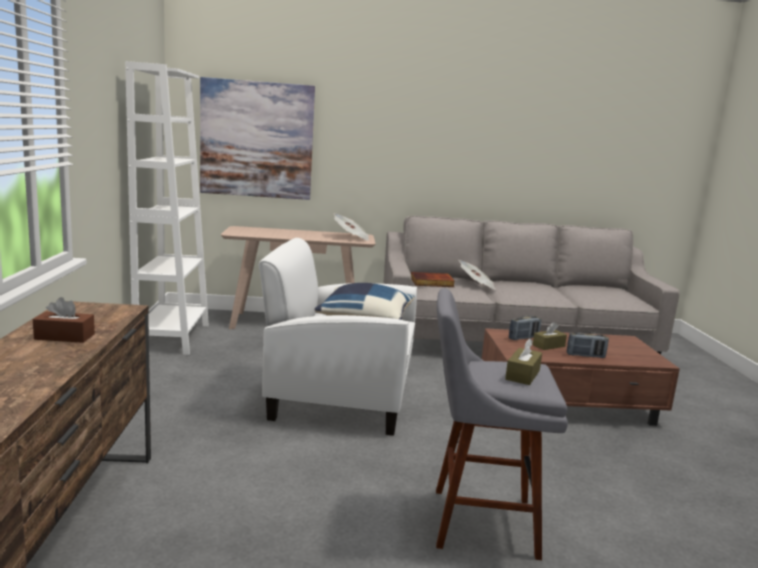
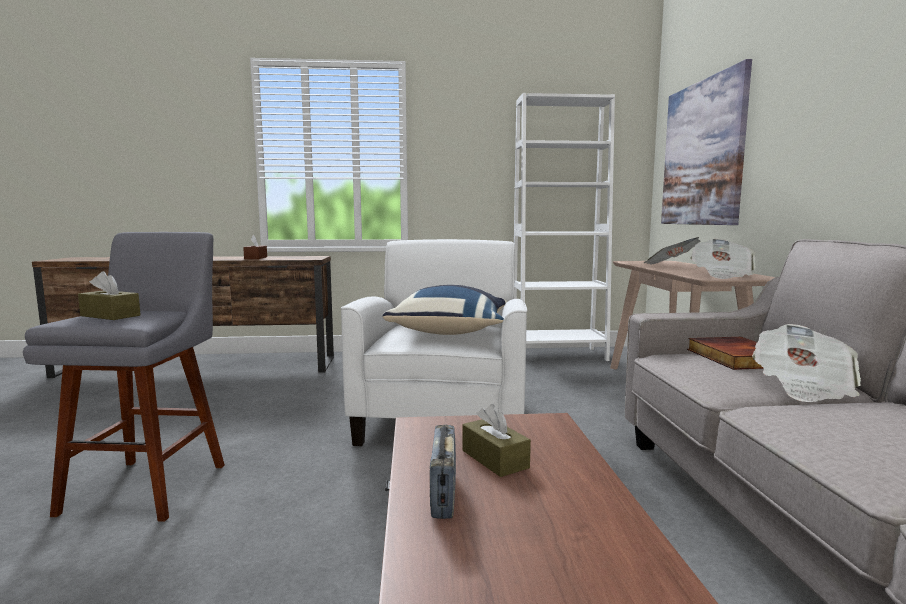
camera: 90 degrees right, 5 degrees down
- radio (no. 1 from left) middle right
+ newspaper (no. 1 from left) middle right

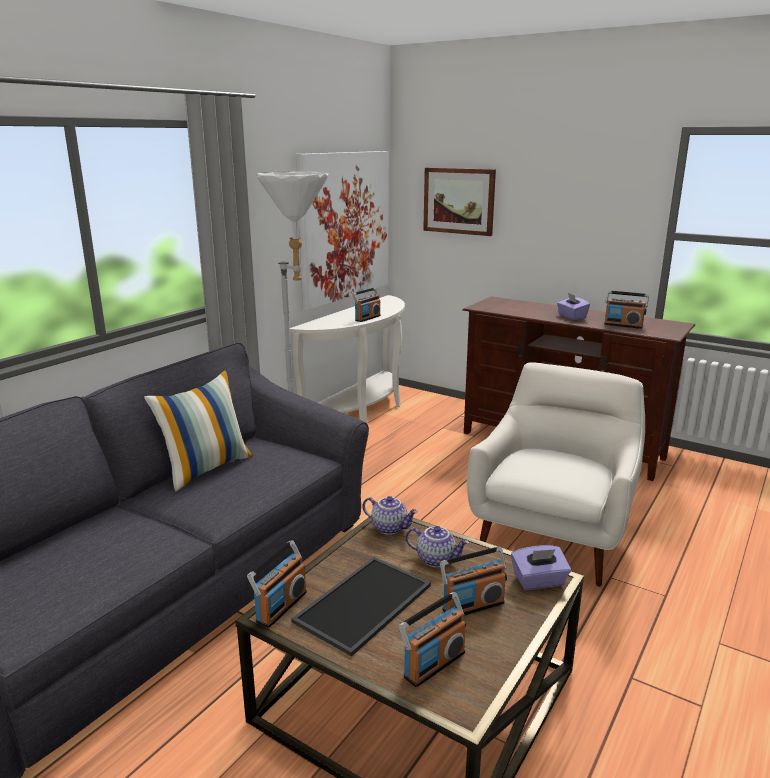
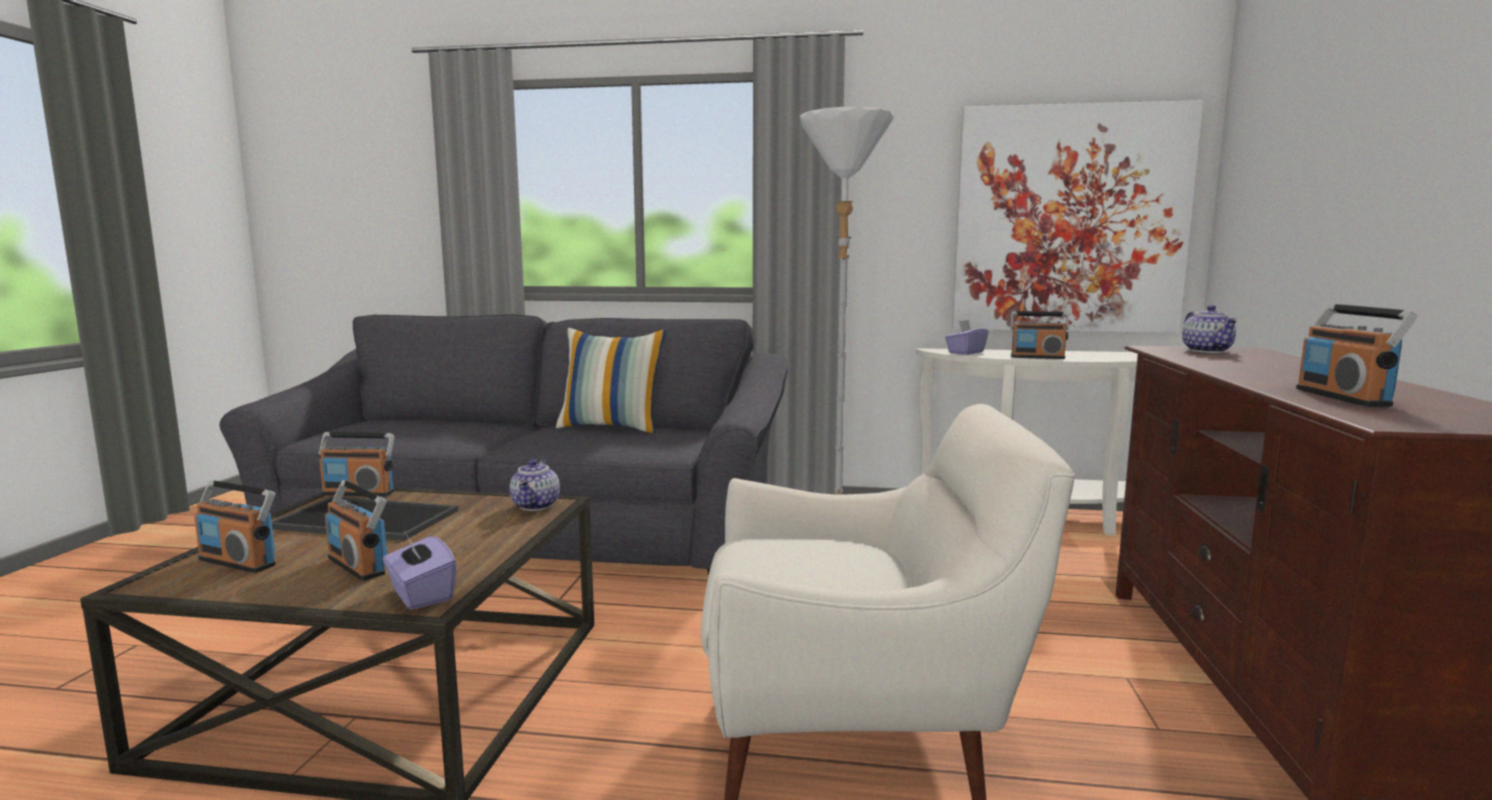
camera: 65 degrees right, 10 degrees down
- picture (no. 2 from left) top centre
~ teapot (no. 2 from left) bottom centre to middle right
~ purple tissue box (no. 2 from left) middle right to centre

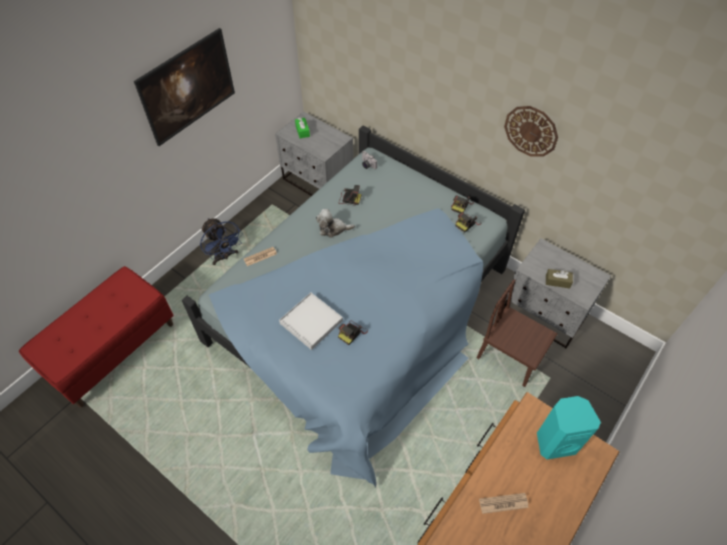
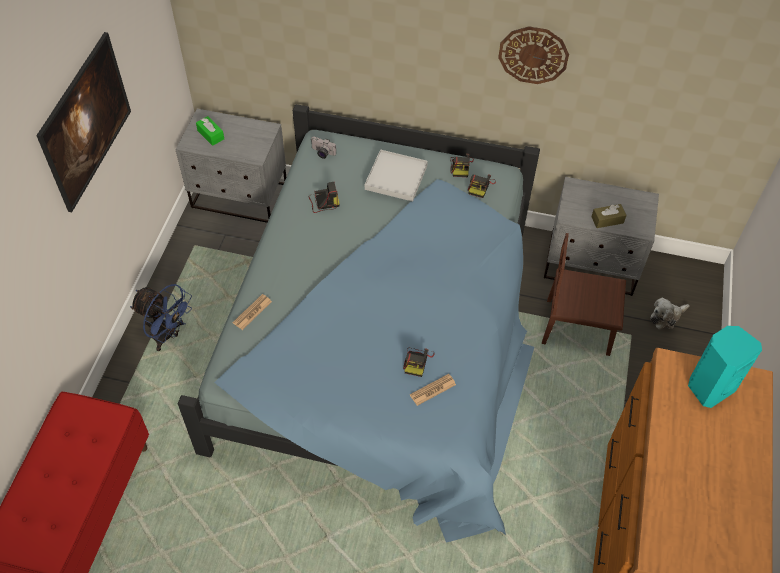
camera: 25 degrees left, 0 degrees up
~ white tray centre to top centre
~ plush toy centre to middle right
~ newspaper (no. 2 from left) bottom right to bottom centre

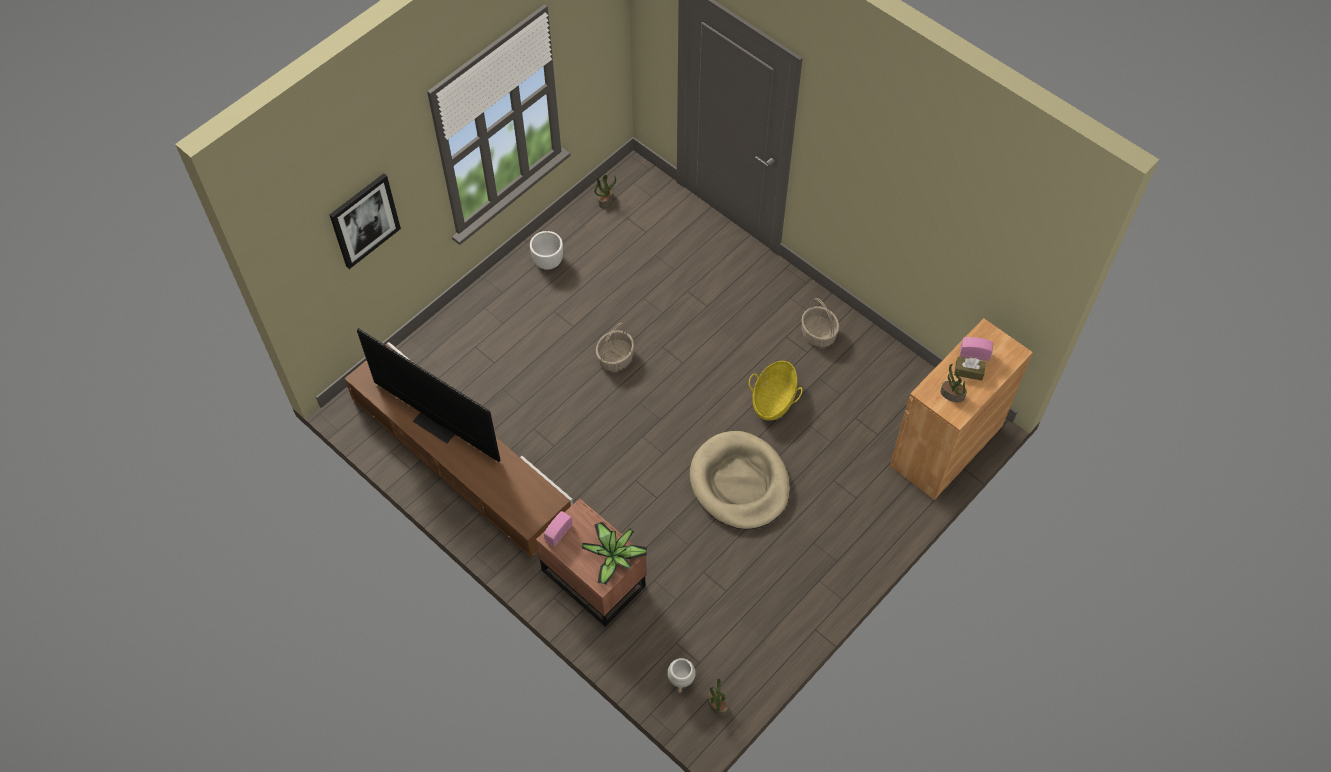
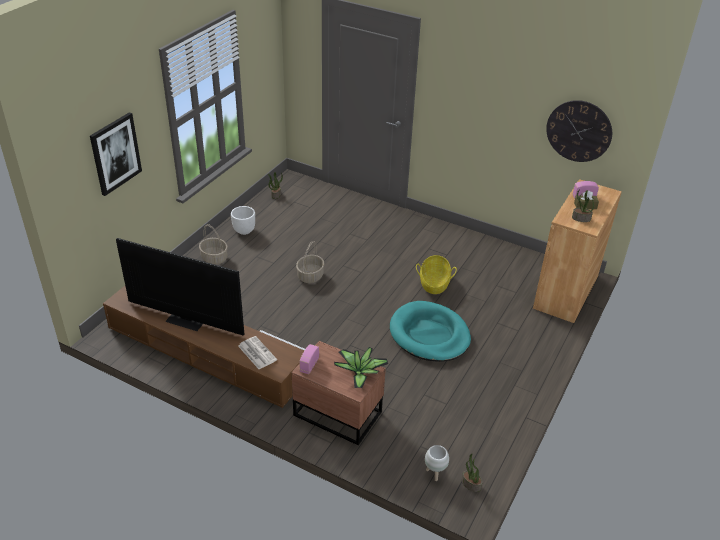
camera: 15 degrees left, 20 degrees down
+ newspaper centre
+ wall clock top right
~ basket (no. 3 from left in the first image) centre to basket (no. 1 from left) middle left
~ beige dog bed centre to turquoise dog bed centre

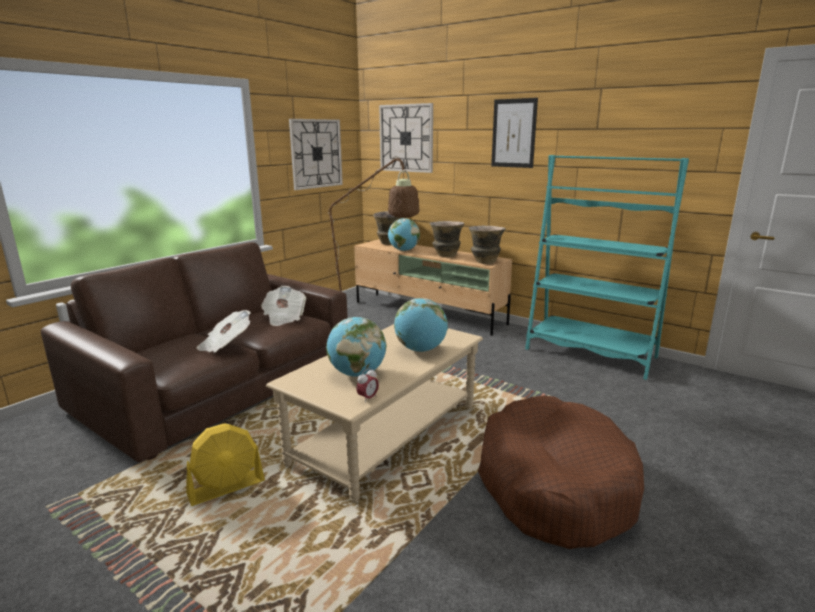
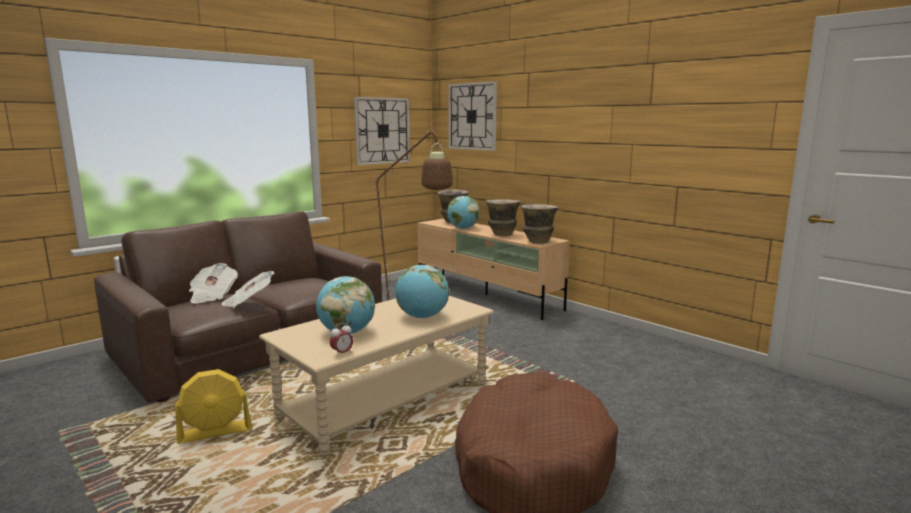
camera: 10 degrees right, 5 degrees down
- picture top centre
- turquoise bookcase middle right
~ newspaper (no. 2 from left in the first image) centre to newspaper (no. 1 from left) middle left

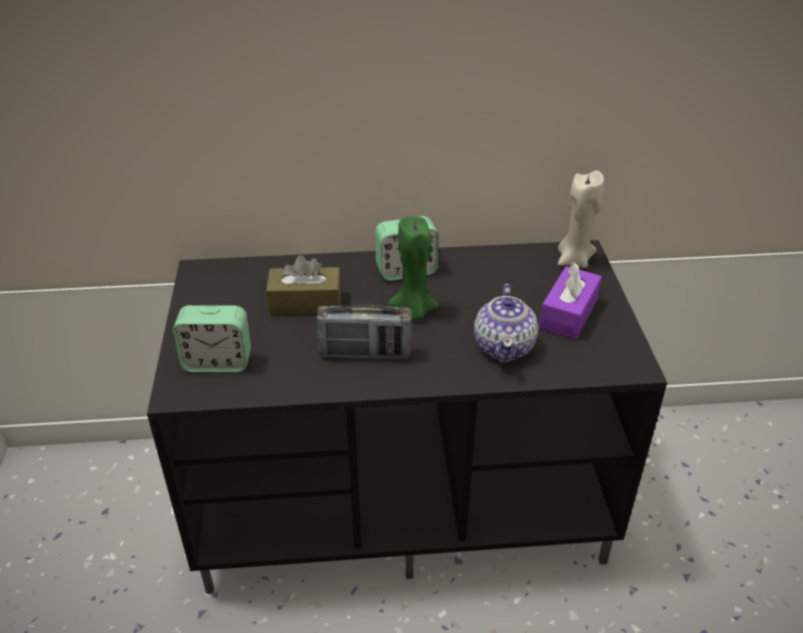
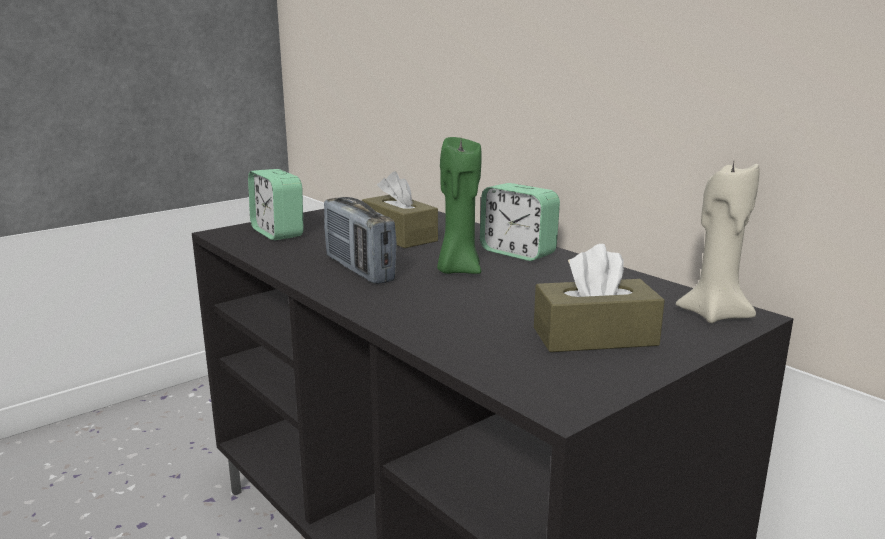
camera: 55 degrees right, 20 degrees down
- teapot centre
~ purple tissue box middle right to brown tissue box (no. 2 from left) middle right

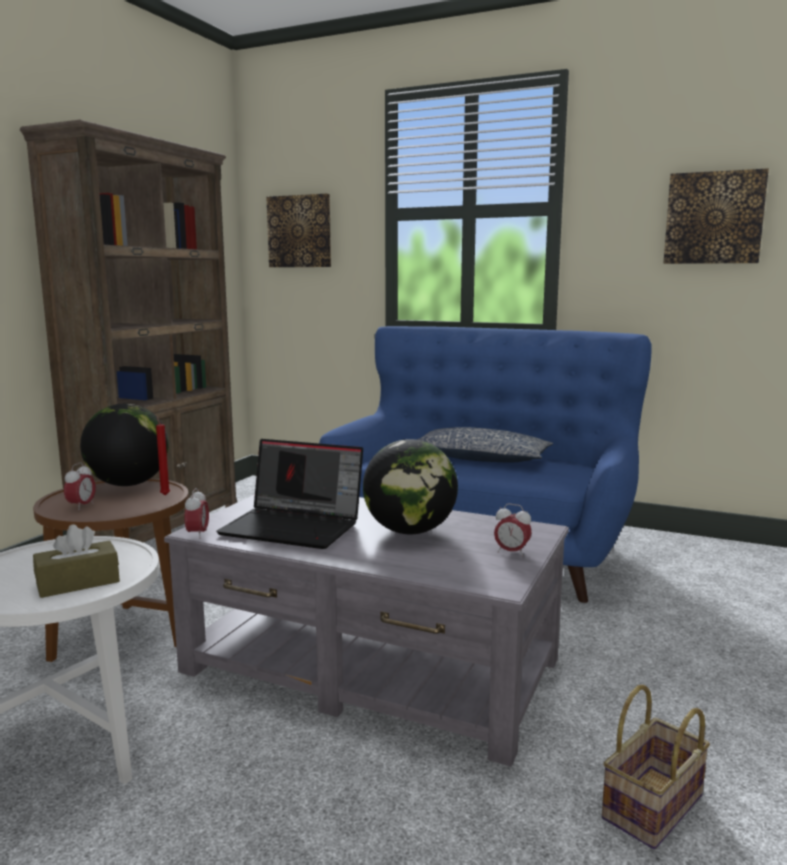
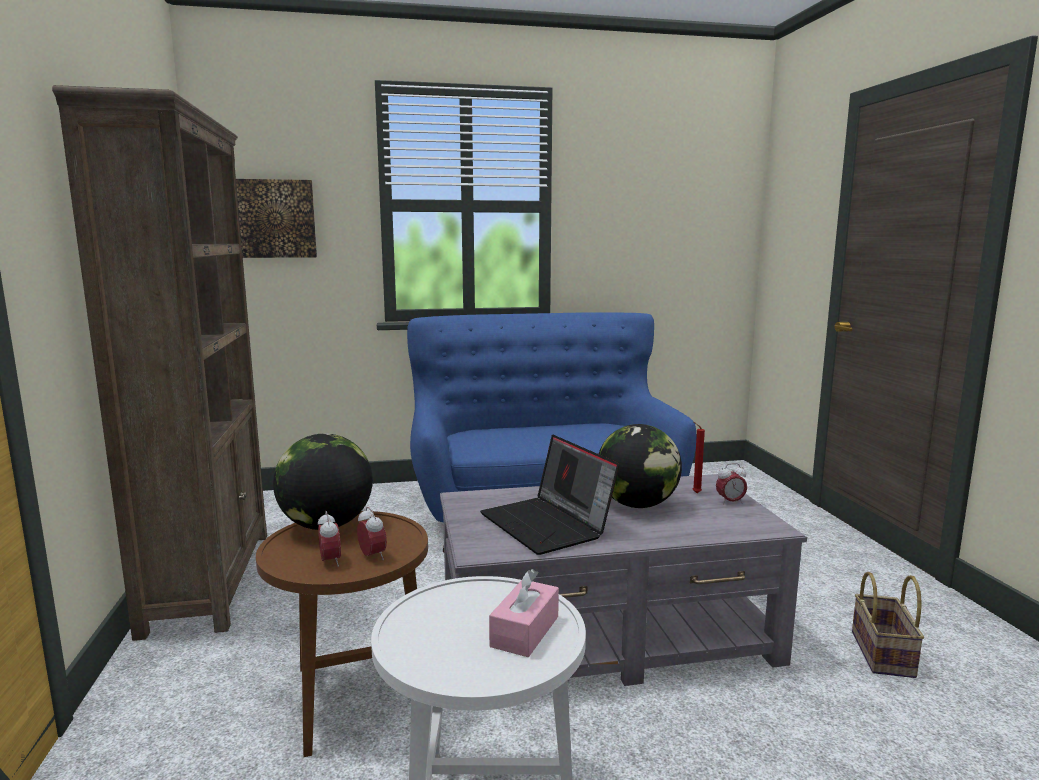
camera: 35 degrees left, 0 degrees up
- pillow centre
- picture (no. 2 from left) top right
~ red candle middle left to middle right
~ alarm clock (no. 2 from left) middle left to bottom centre
~ brown tissue box middle left to pink tissue box bottom centre
~ laptop centre = centre 75 degrees clockwise

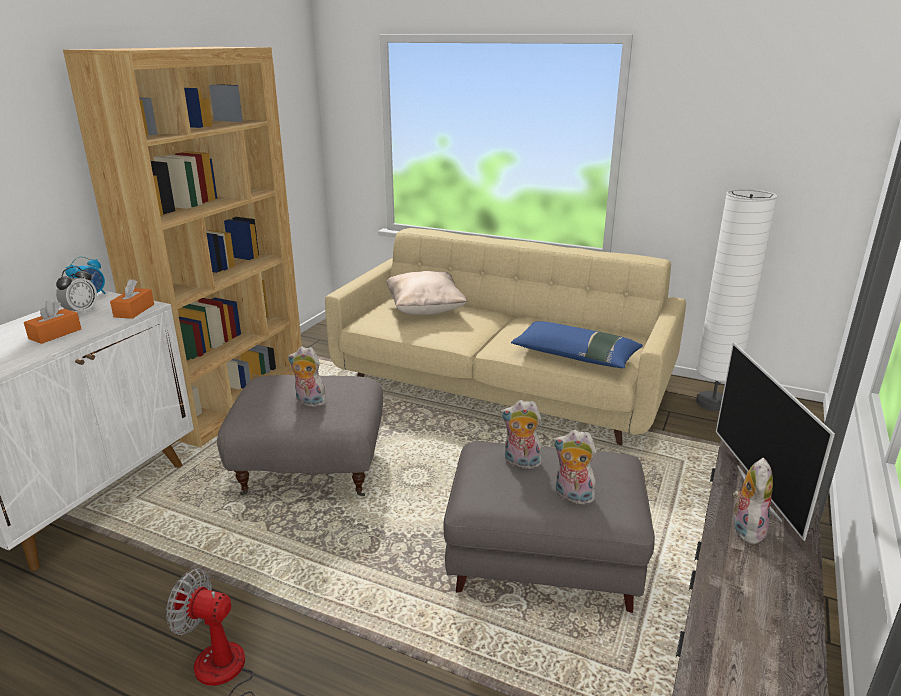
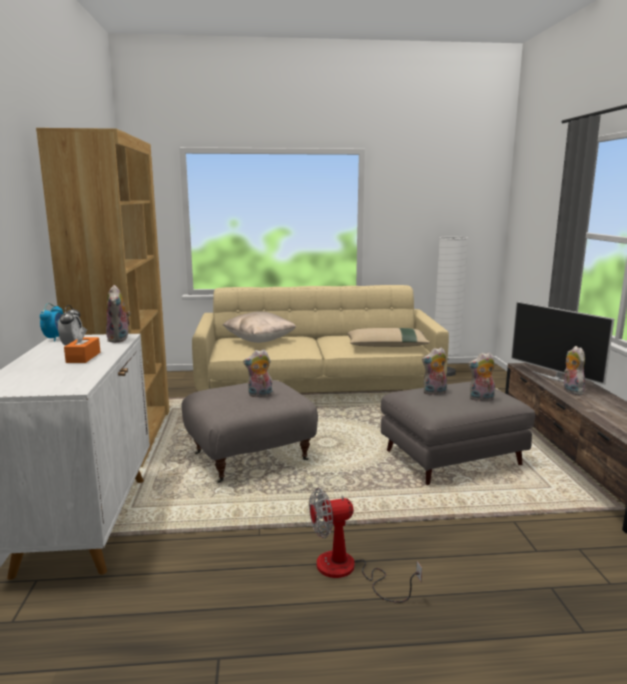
camera: 30 degrees left, 10 degrees down
~ orange tissue box (no. 2 from left) middle left to plush toy (no. 1 from left) middle left
~ blue pillow centre to beige pillow (no. 2 from left) centre

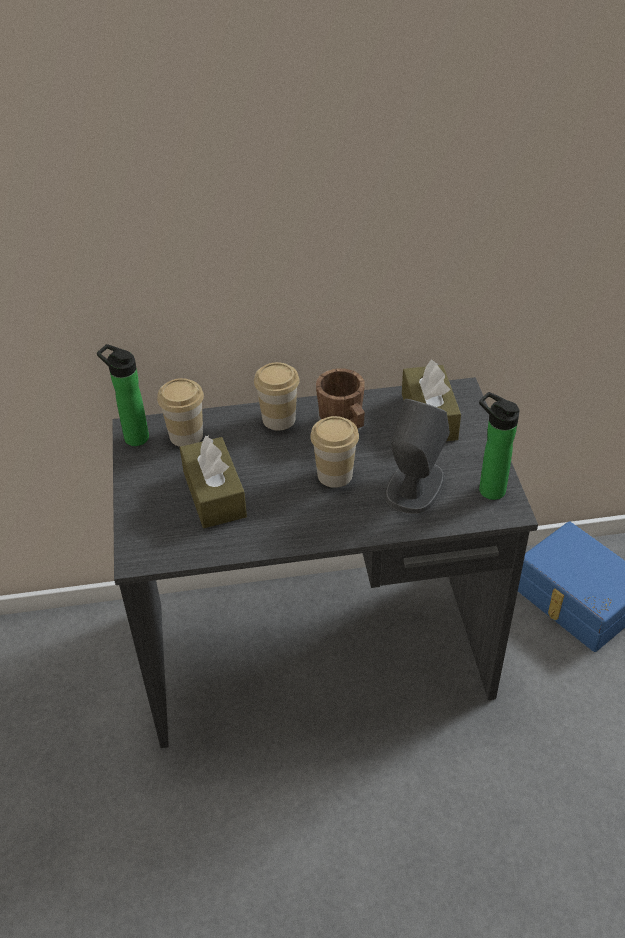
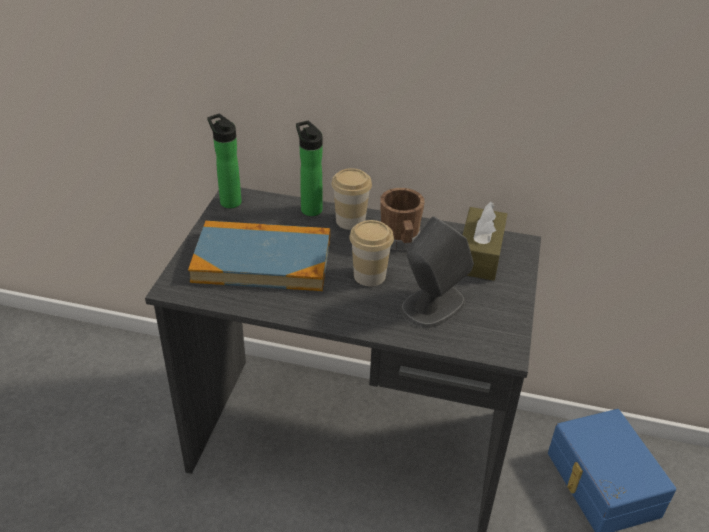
camera: 20 degrees right, 5 degrees down
- cup (no. 1 from left) middle left
~ bottle (no. 2 from left) middle right to top centre
~ brown tissue box (no. 1 from left) centre to book centre

